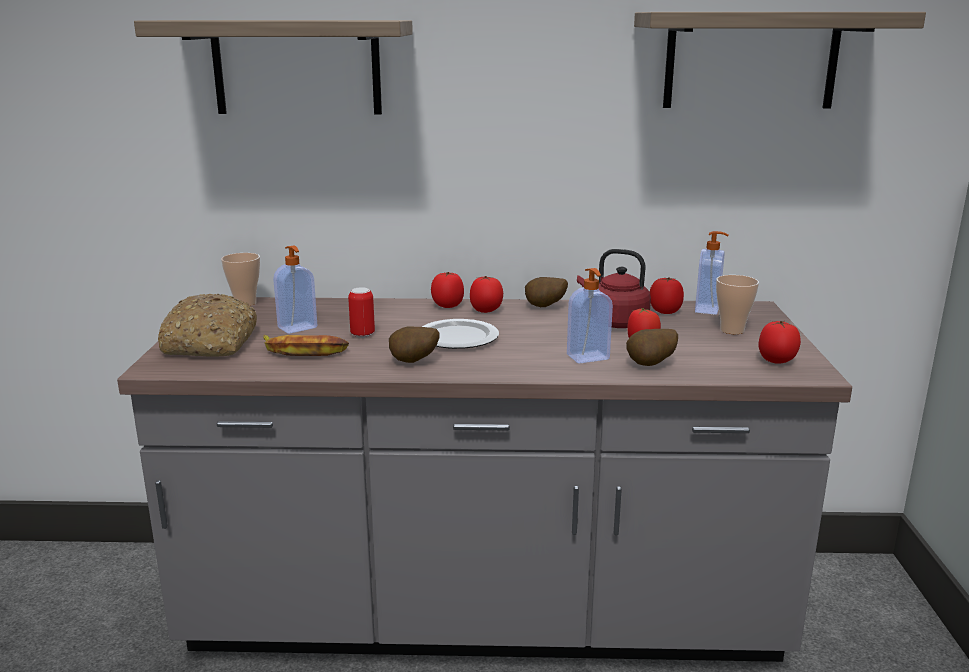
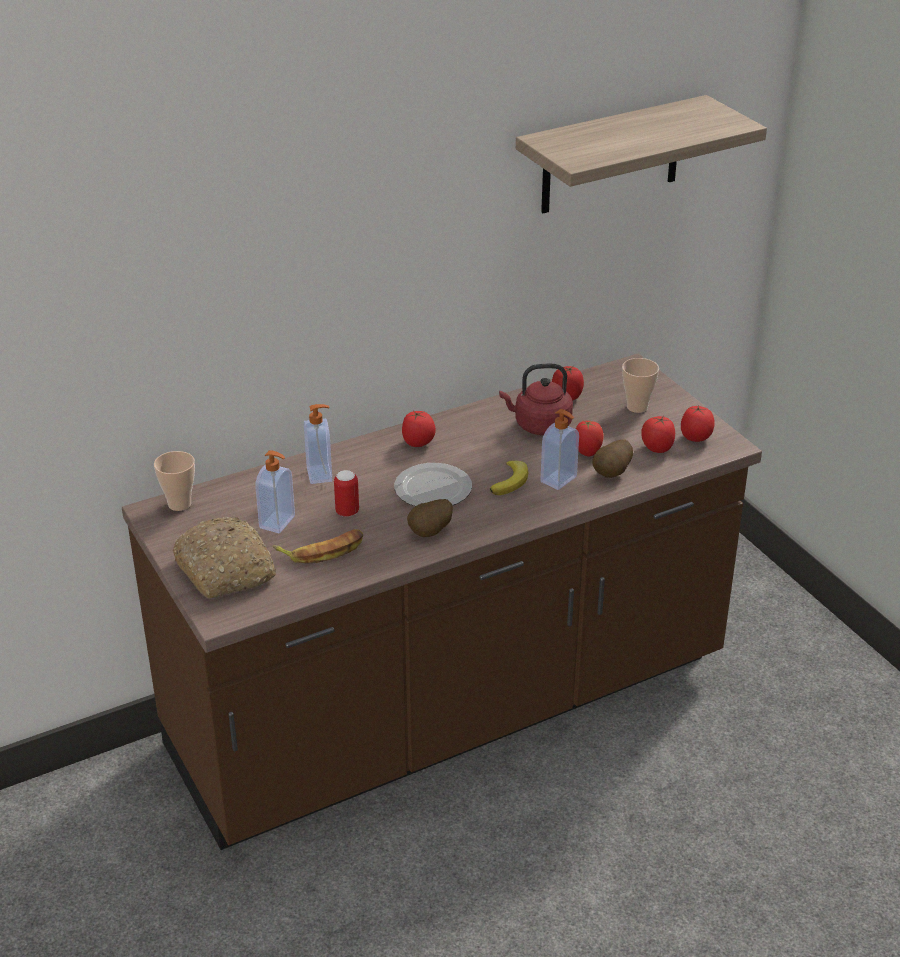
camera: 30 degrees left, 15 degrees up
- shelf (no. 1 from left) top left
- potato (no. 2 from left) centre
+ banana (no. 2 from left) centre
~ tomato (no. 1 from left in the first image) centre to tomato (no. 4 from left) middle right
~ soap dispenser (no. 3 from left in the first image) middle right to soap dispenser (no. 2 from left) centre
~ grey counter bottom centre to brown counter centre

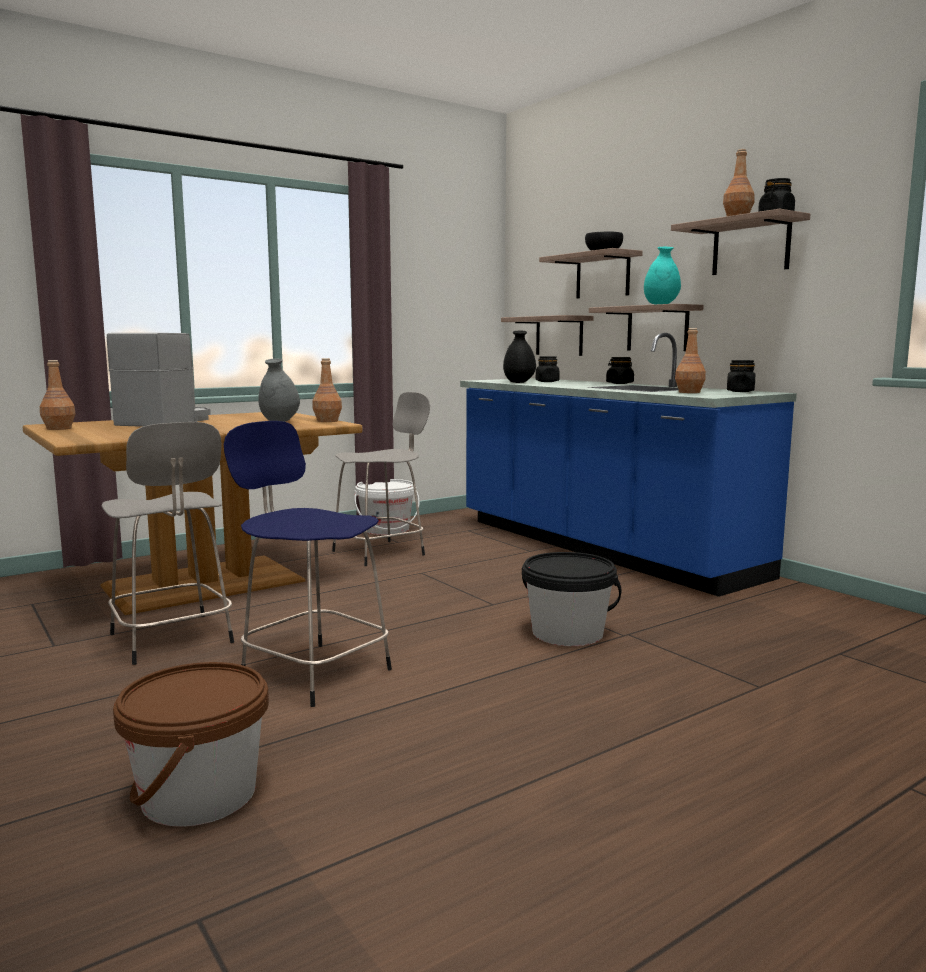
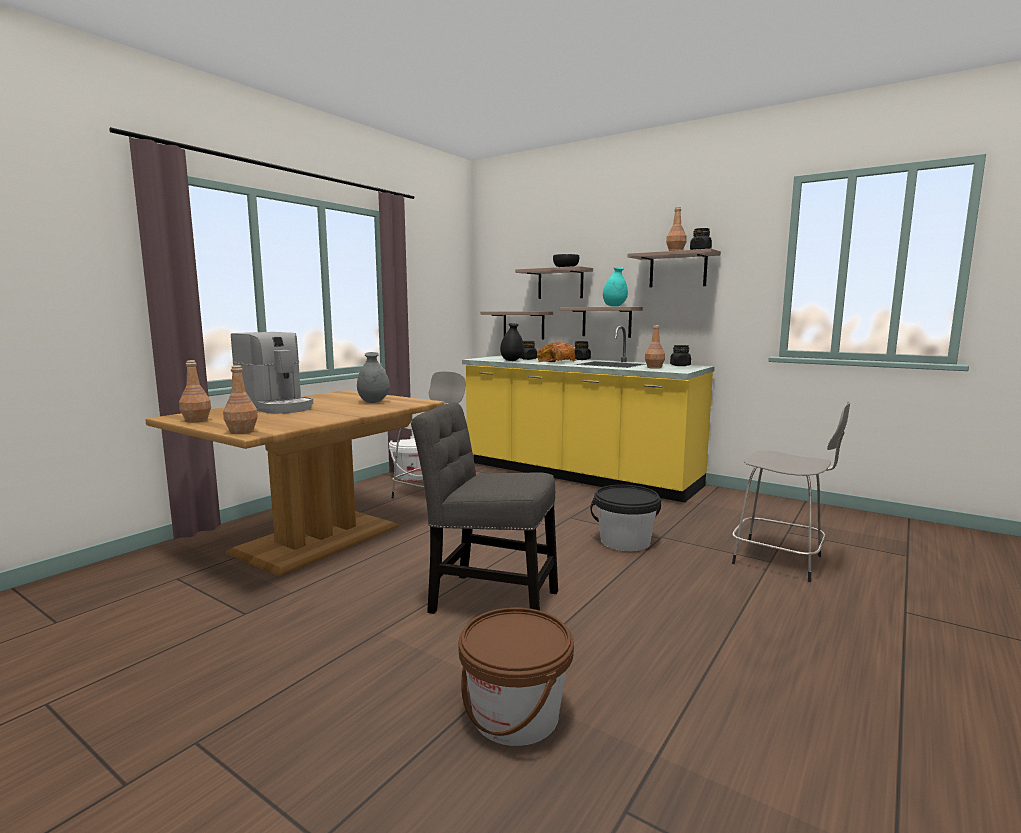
camera: 20 degrees left, 0 degrees up
+ bread centre
~ grey stool (no. 1 from left in the first image) middle left to grey stool (no. 2 from left) middle right
~ brown bottle (no. 2 from left) centre to middle left
~ blue stool middle left to grey chair centre
~ blue counter middle right to yellow counter centre
~ coffee machine middle left = middle left 135 degrees clockwise

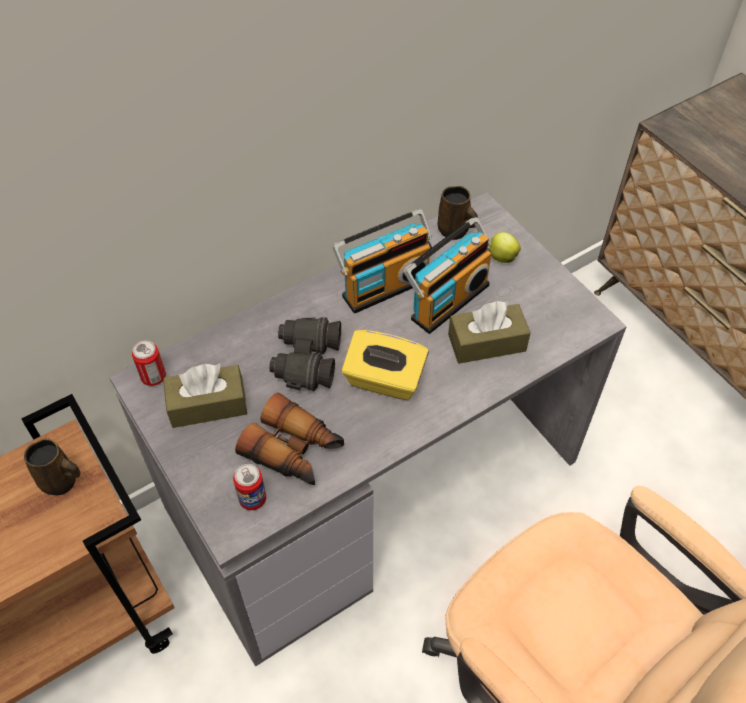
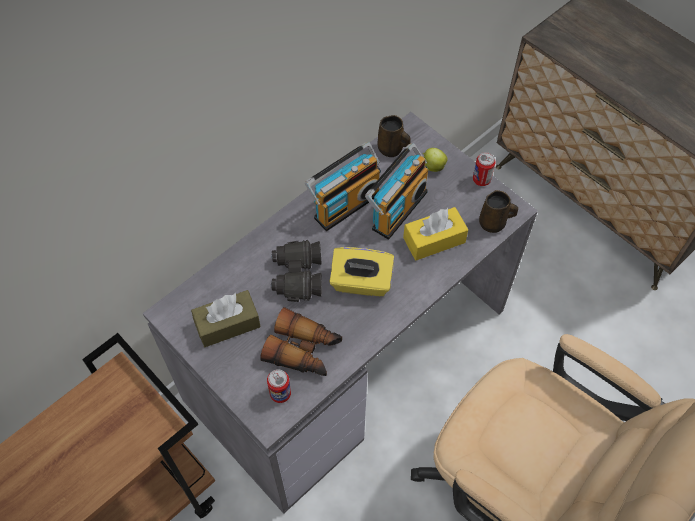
camera: 10 degrees left, 5 degrees up
~ brown mug (no. 1 from left in the first image) middle left to brown mug (no. 2 from left) middle right
~ can (no. 1 from left in the first image) middle left to can (no. 2 from left) top right
~ brown tissue box (no. 2 from left) centre to yellow tissue box (no. 2 from left) centre

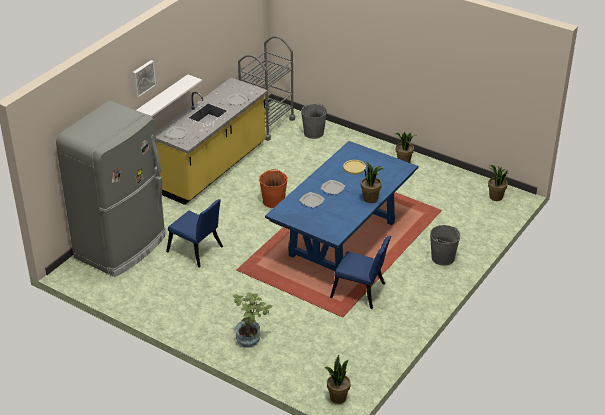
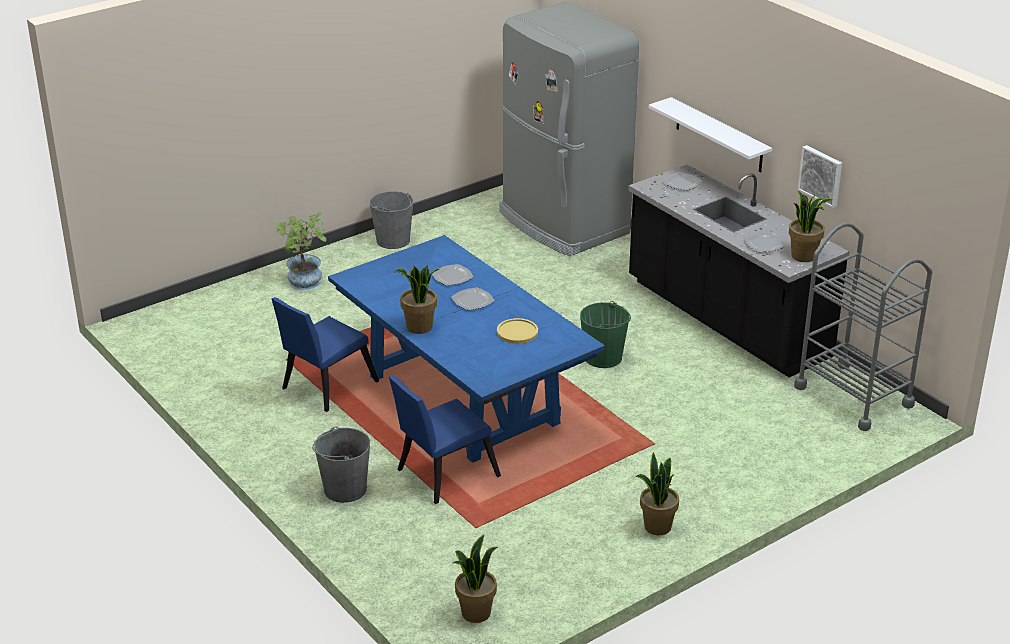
camera: 110 degrees right, 5 degrees down
~ picture top left to top right
~ blue chair (no. 1 from left in the first image) middle left to blue chair (no. 2 from left) bottom centre
~ grey bucket (no. 1 from left in the first image) top centre to grey bucket (no. 2 from left) centre
~ potted plant (no. 2 from left in the first image) bottom centre to potted plant (no. 5 from left) middle right
~ yellow counter centre to black counter middle right
~ orange bucket centre to green bucket centre

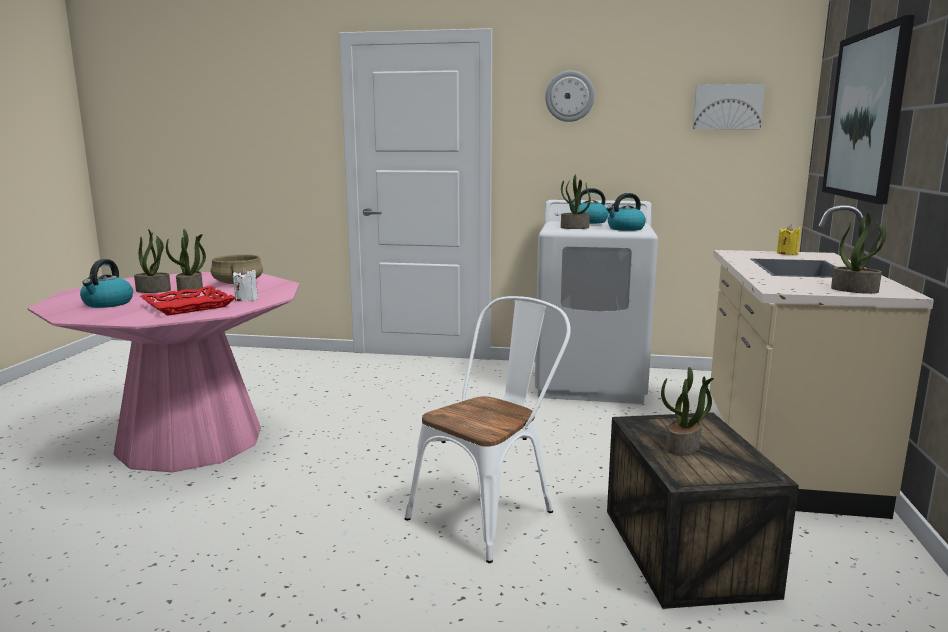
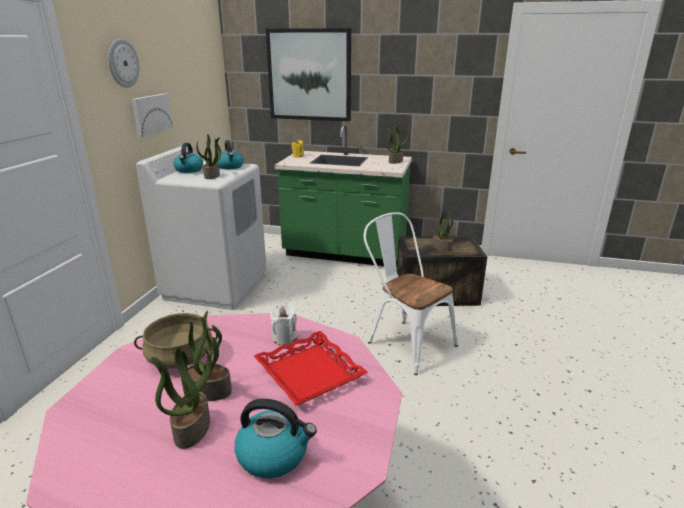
camera: 85 degrees left, 10 degrees up
~ picture (no. 1 from left) top right to top left
~ beige counter middle right to green counter centre

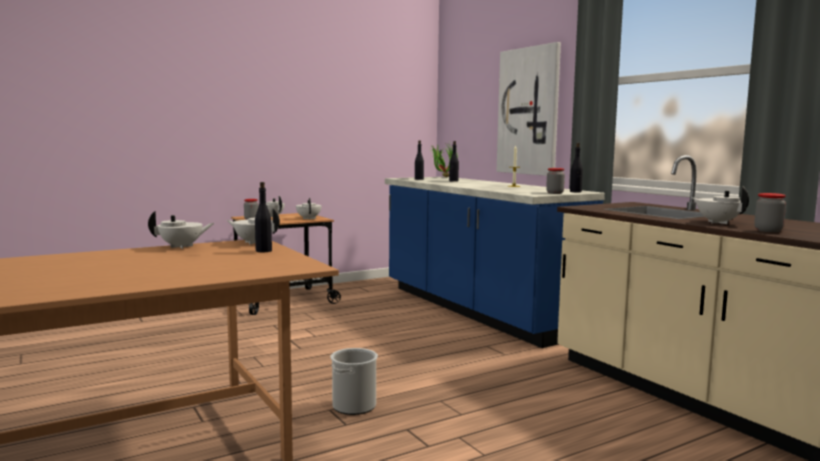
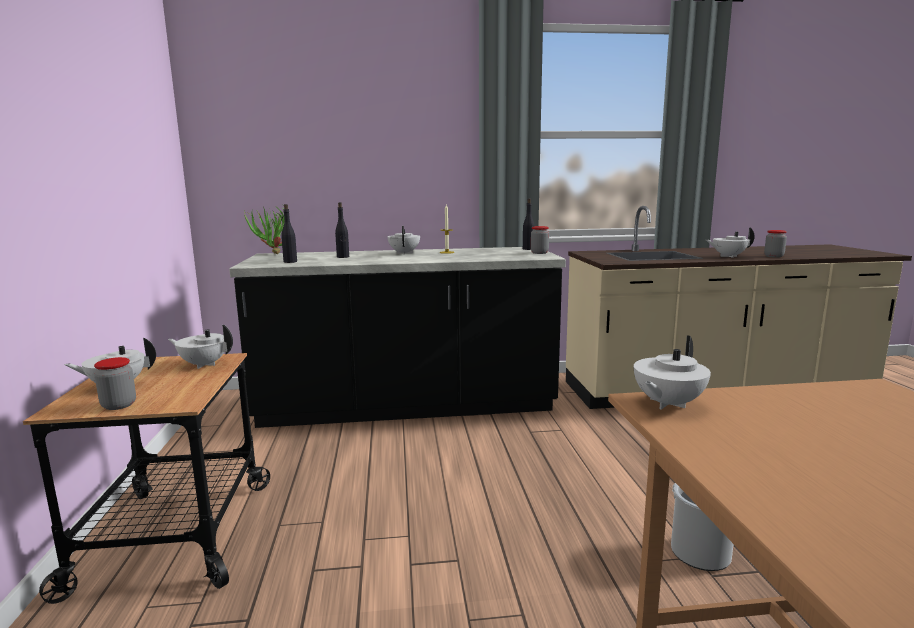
camera: 65 degrees left, 5 degrees up
- black bottle (no. 1 from left) middle left
- picture top centre
~ white teapot (no. 1 from left in the first image) middle left to white teapot (no. 3 from left) centre
~ blue counter centre to black counter centre

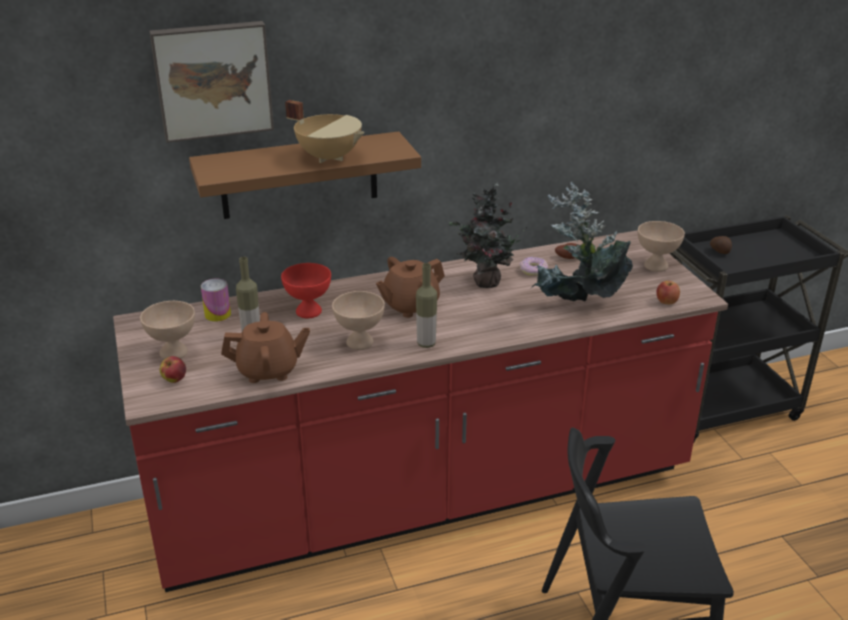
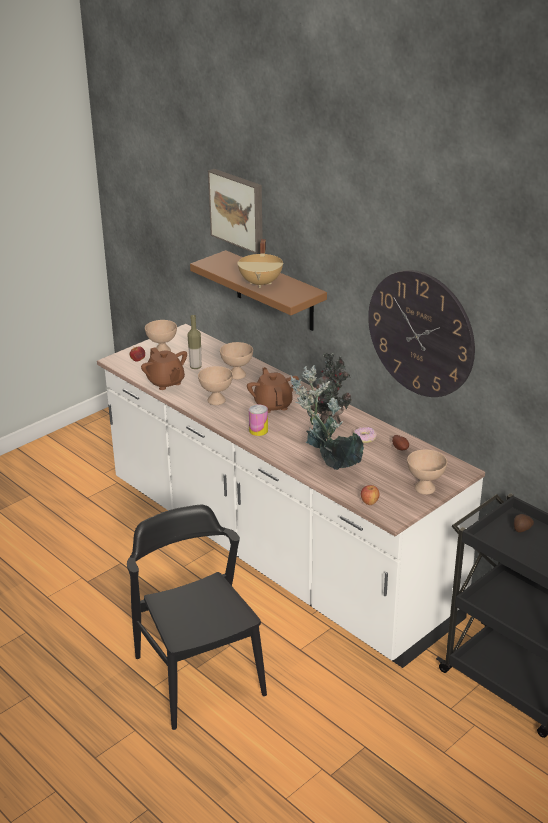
camera: 65 degrees right, 0 degrees up
- bottle (no. 2 from left) centre
+ wall clock middle right
~ can middle left to centre
~ red counter centre to white counter centre
~ red bowl centre to beige bowl (no. 3 from left) centre
~ brown teapot (no. 2 from left) centre = centre 45 degrees clockwise

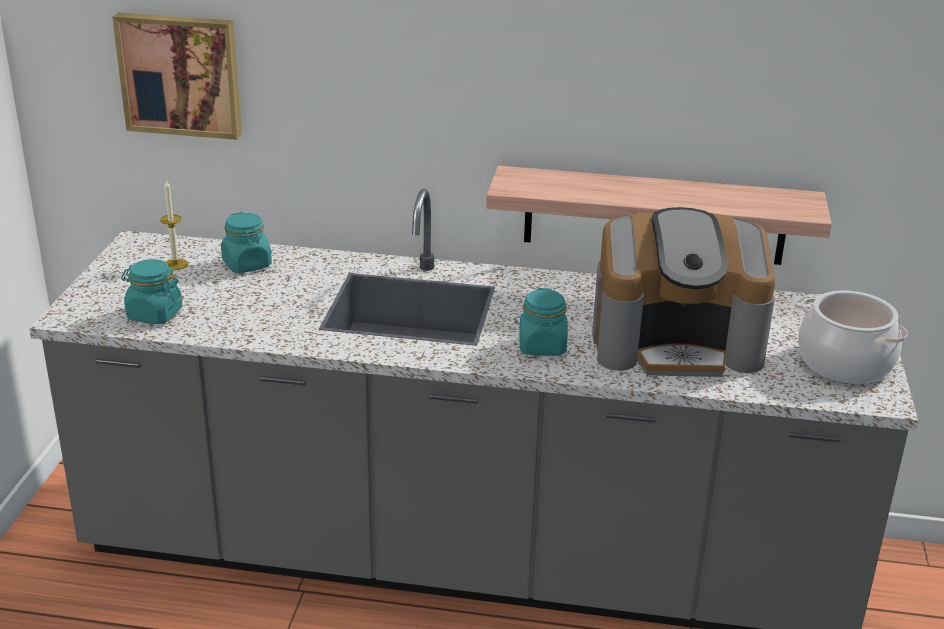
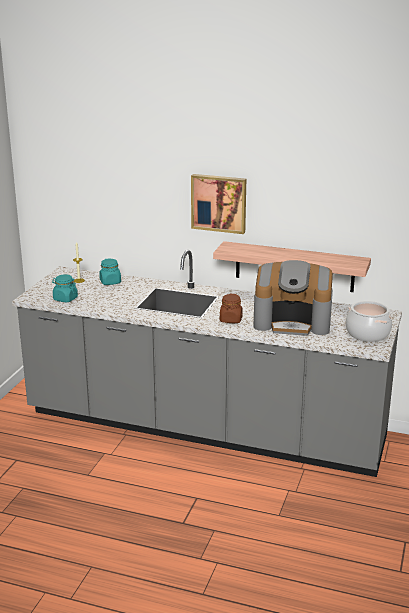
camera: 10 degrees right, 5 degrees down
~ picture top left to top centre
~ turquoise jar (no. 3 from left) centre to brown jar centre

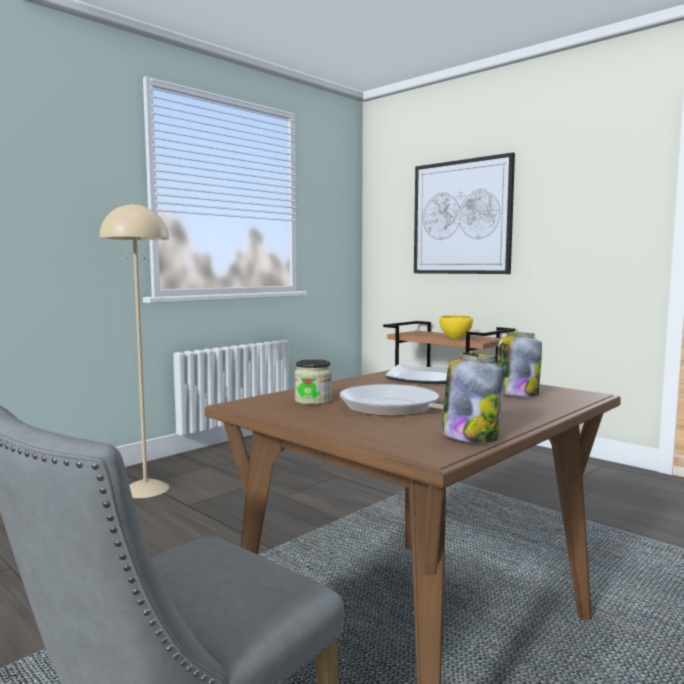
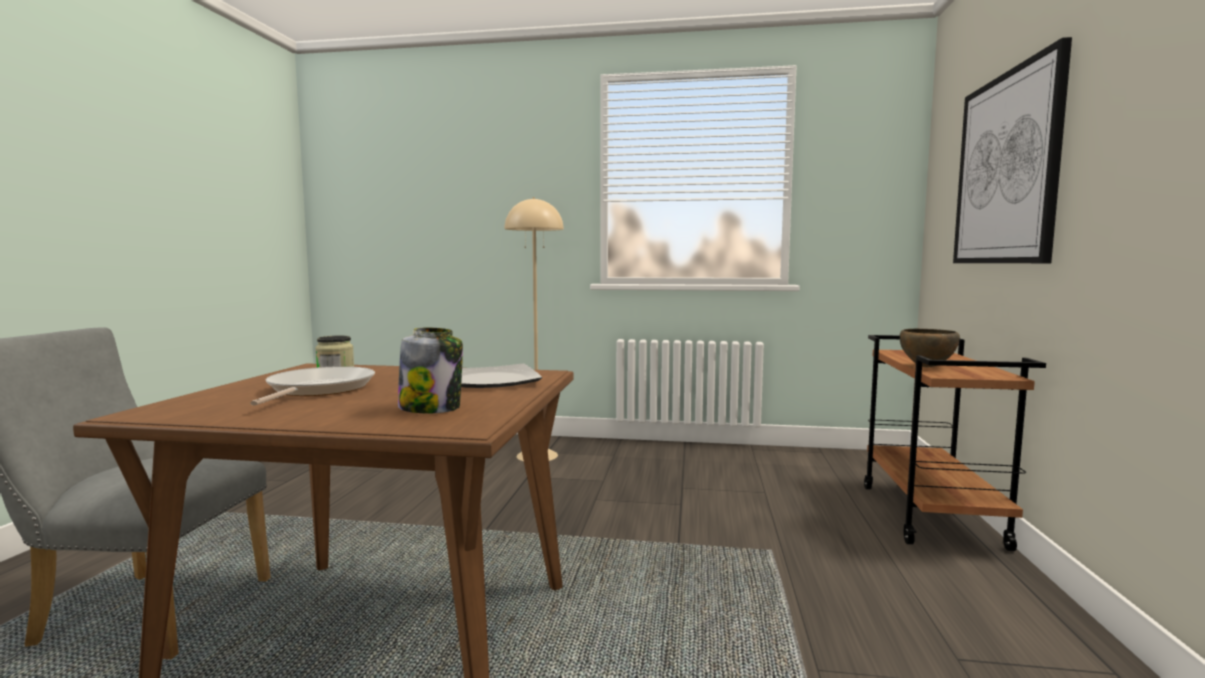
camera: 55 degrees right, 0 degrees up
- jar (no. 2 from left) middle right
~ yellow bowl middle right to brown bowl middle right

